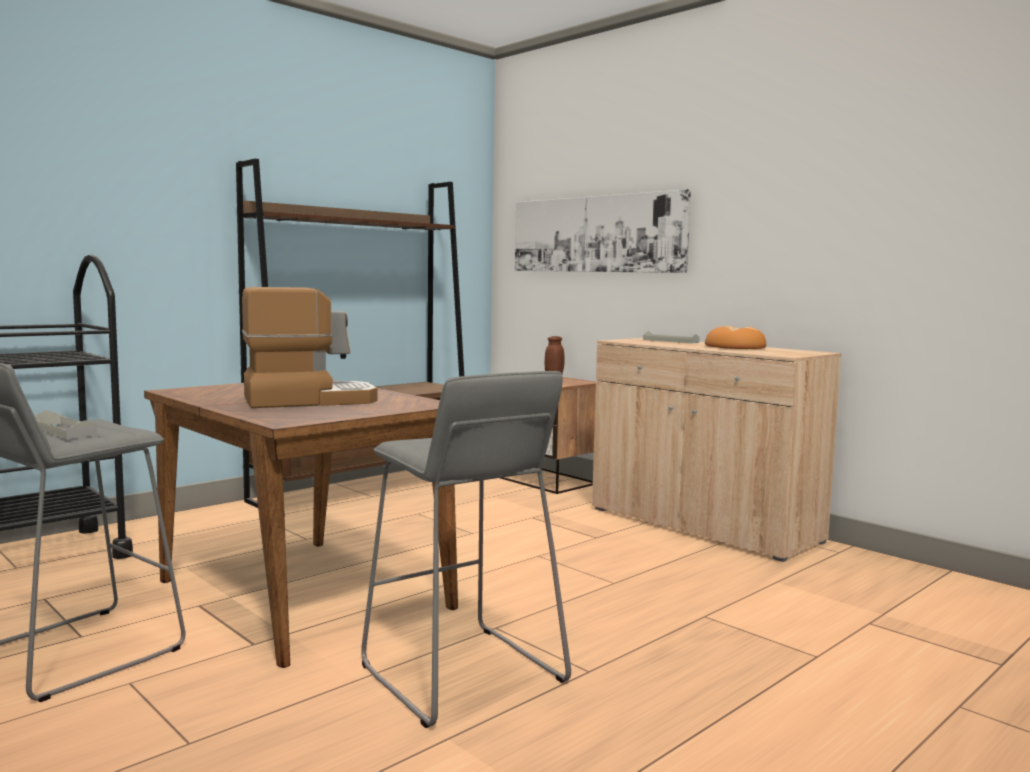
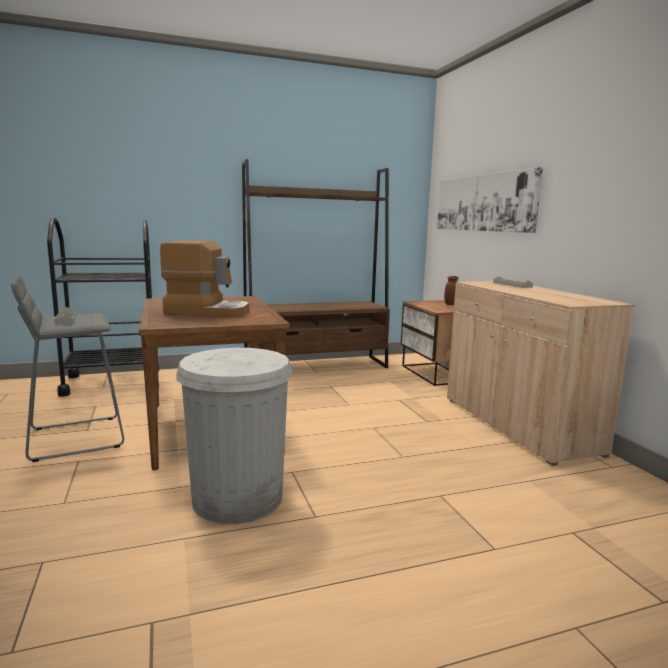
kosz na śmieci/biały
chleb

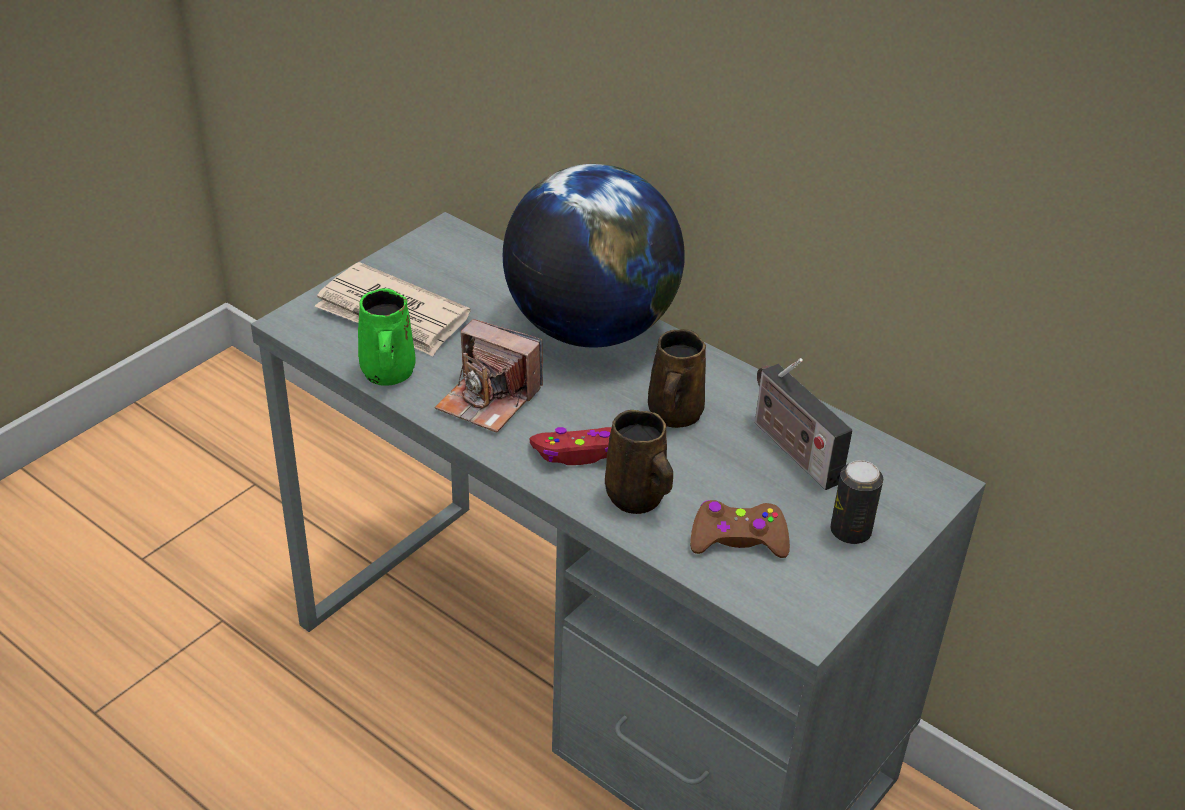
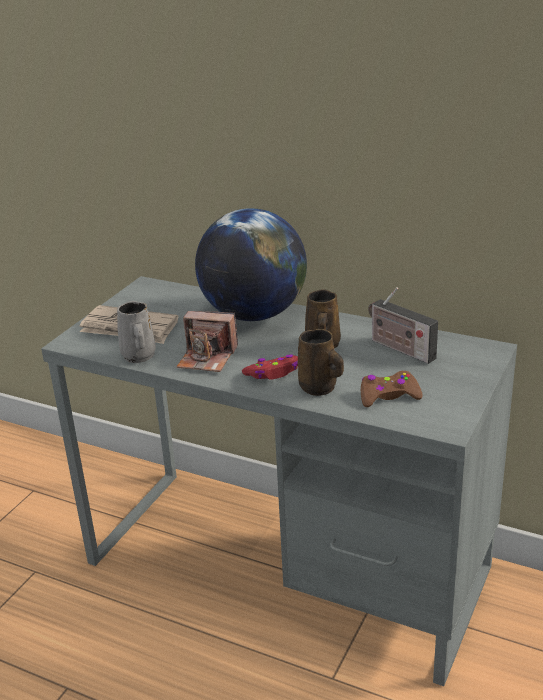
kubek/szary
puszka

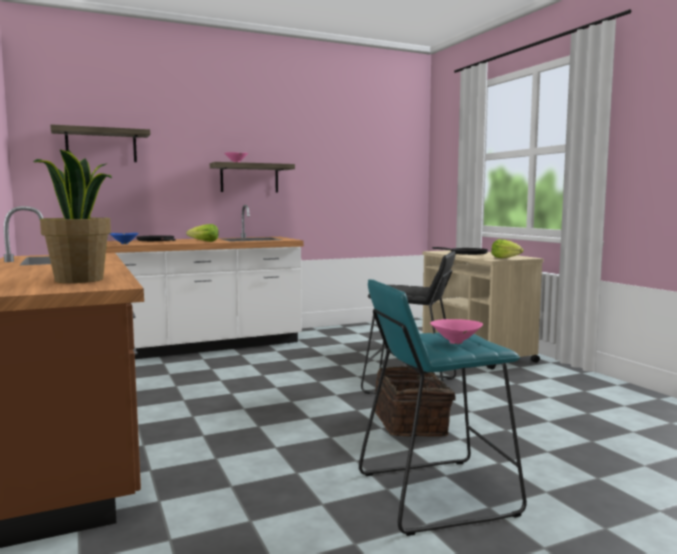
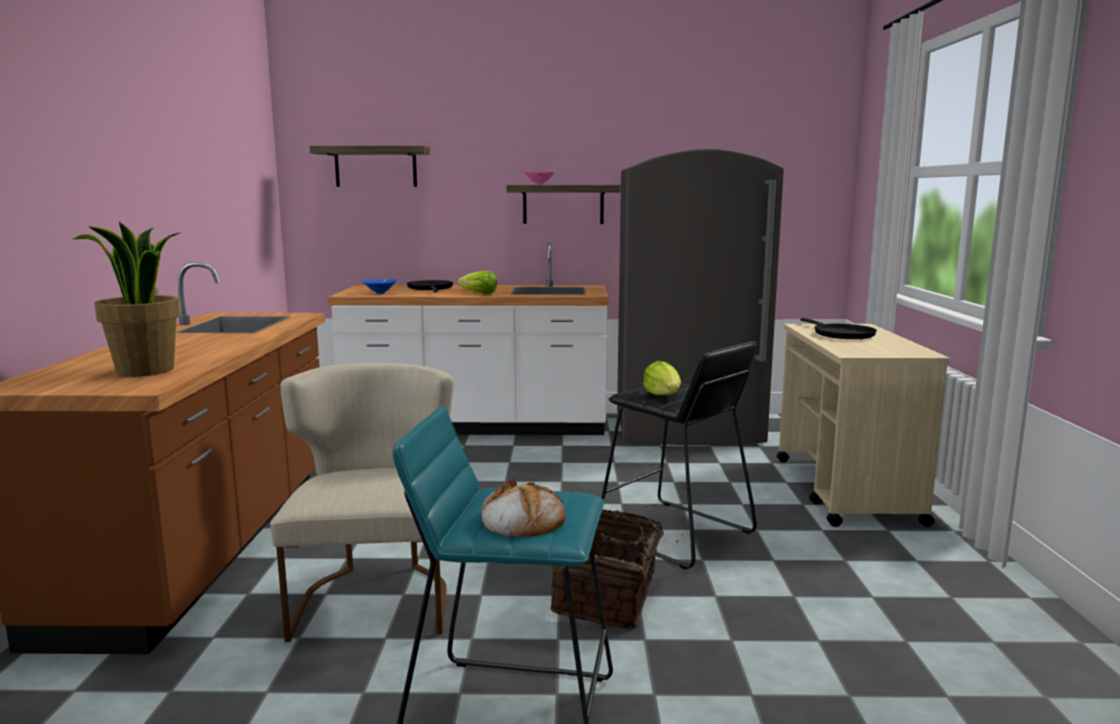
chleb
sałata (2nd from left)
krzesło/beżowy
lodówka/szary

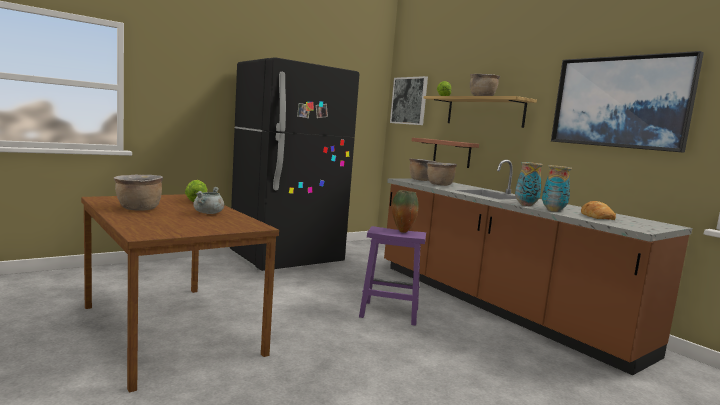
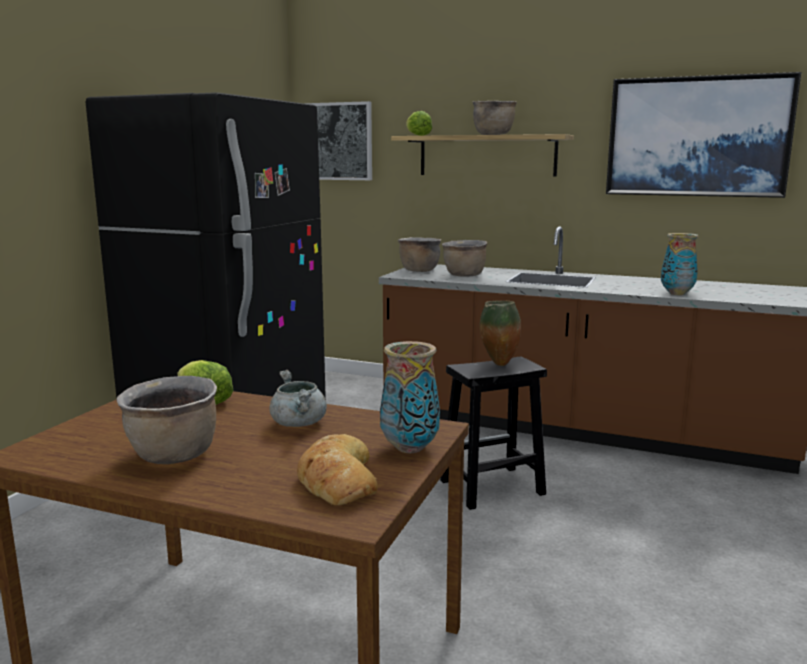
stołek/czarny
półka (1st from left in the first image)
wazon (1st from left)
chleb

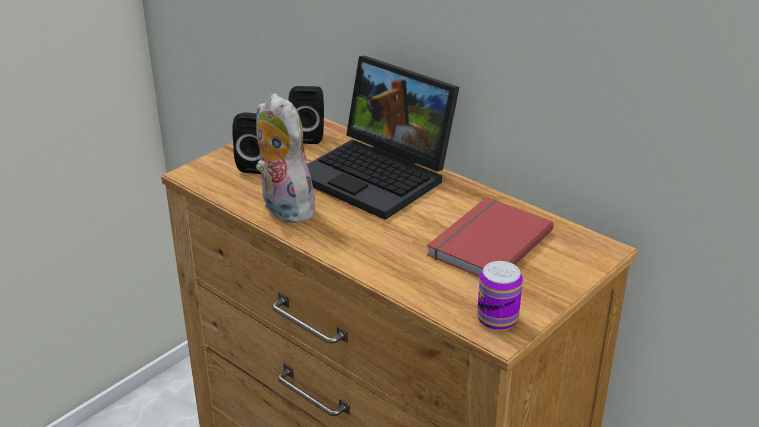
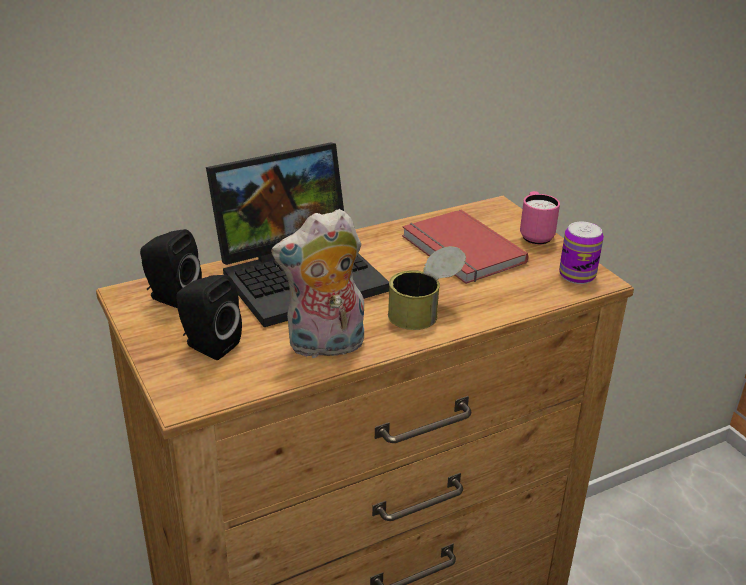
puszka (1st from left)
kubek/różowy

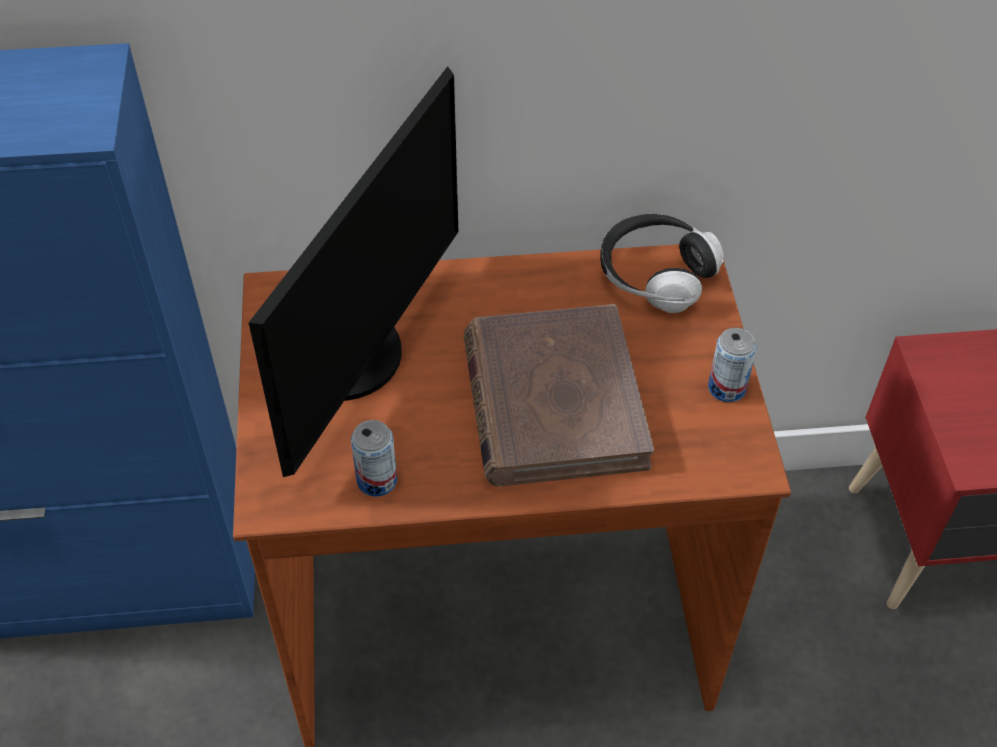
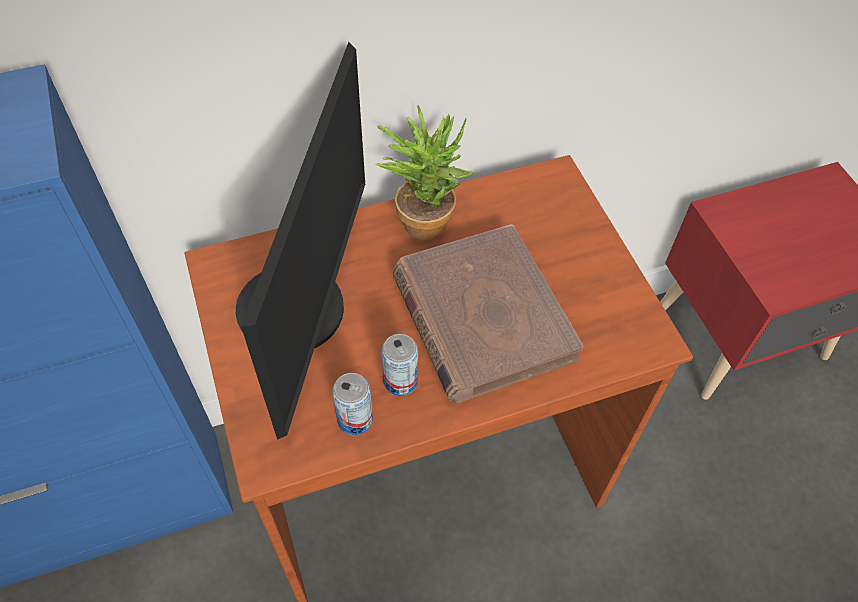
słuchawki
puszka (2nd from left)
roślina doniczkowa

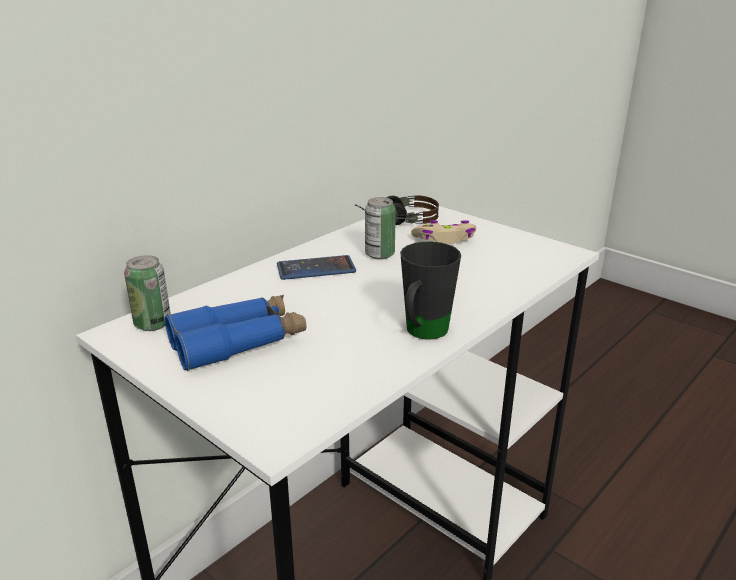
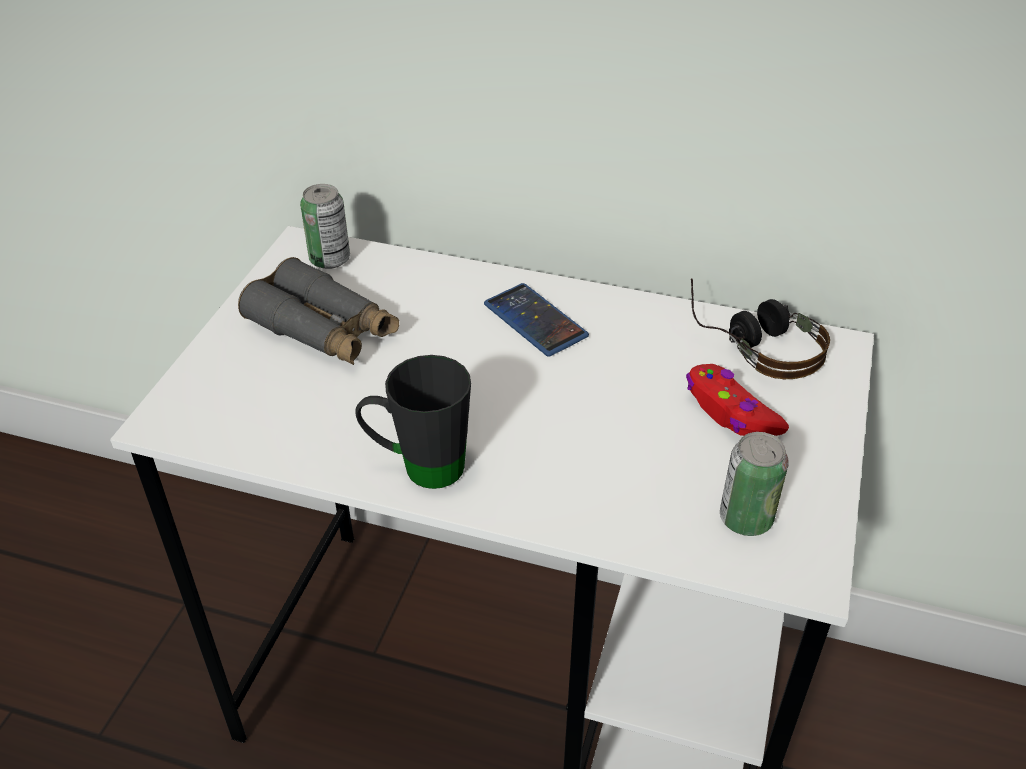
lornetka/szary
puszka (2nd from left)
pad do gier/czerwony

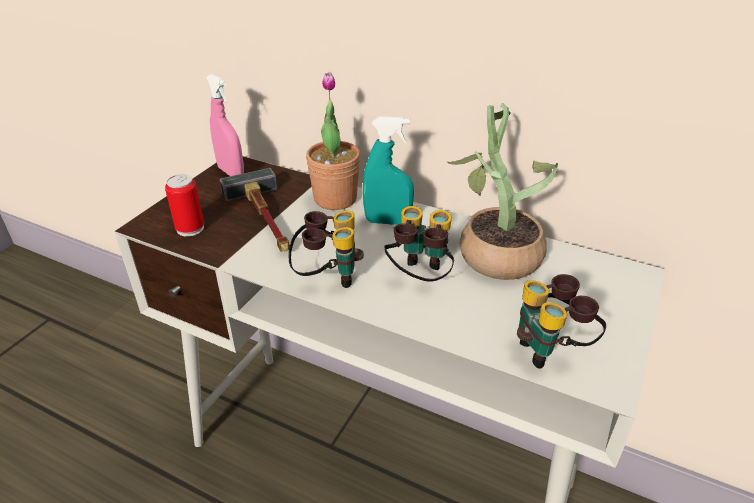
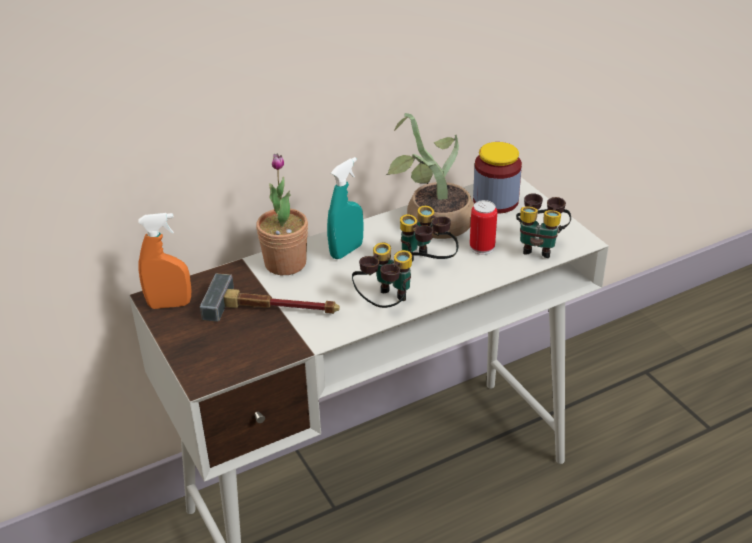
puszka
spryskiwacz/pomarańczowy
słoik

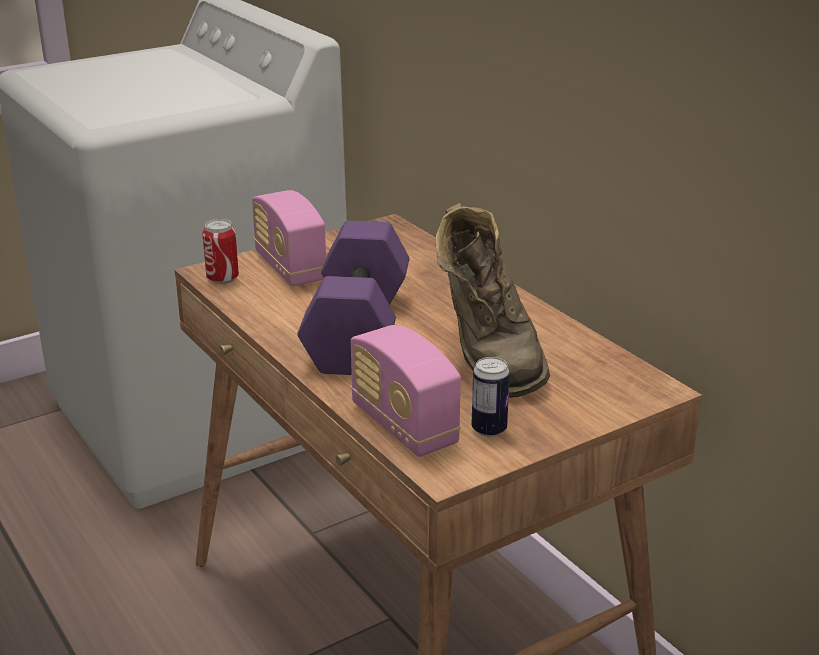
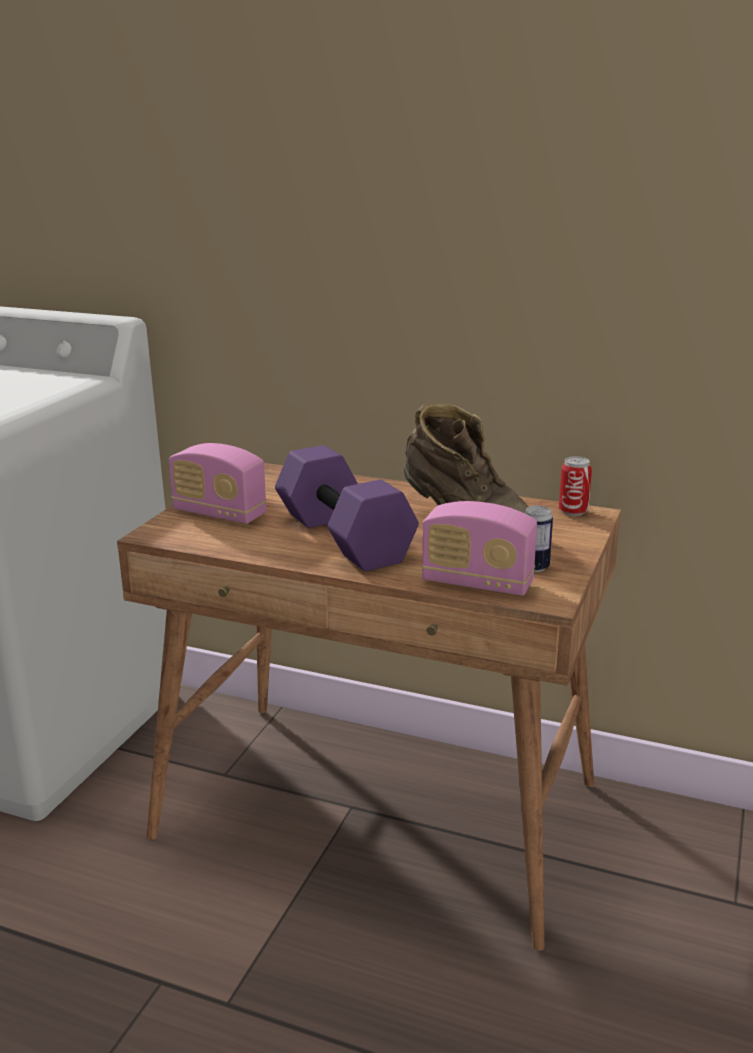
puszka (2nd from left)

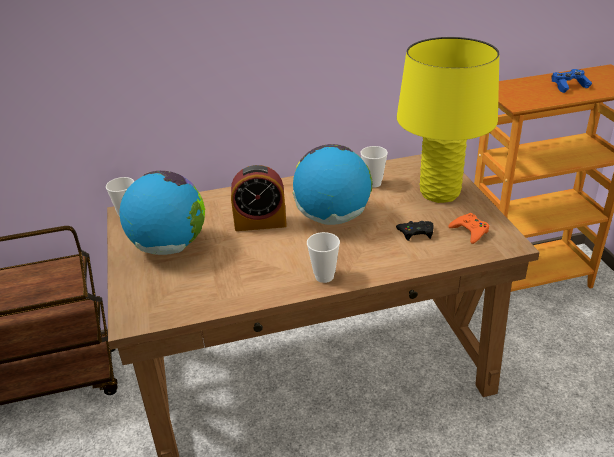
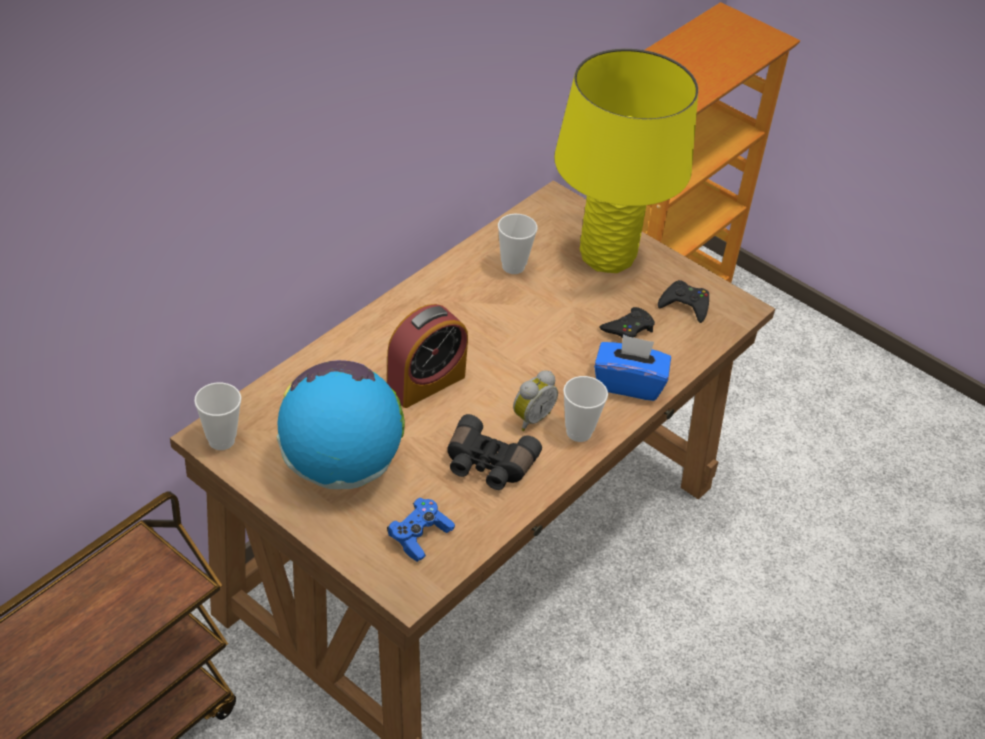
globus (2nd from left in the first image)
pad do gier/czarny (2nd from left)
pad do gier/niebieski
lornetka/czarny
budzik (2nd from left)
pudełko chusteczek/niebieski

